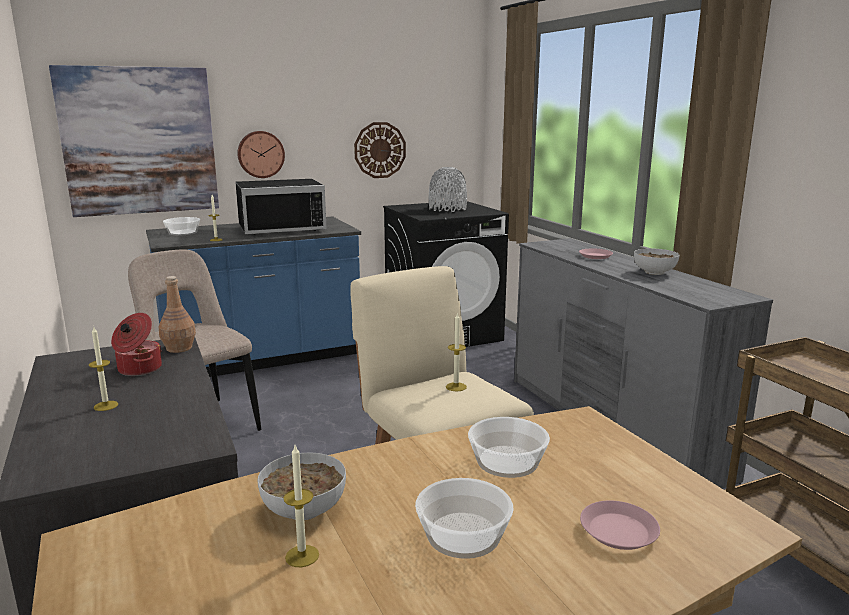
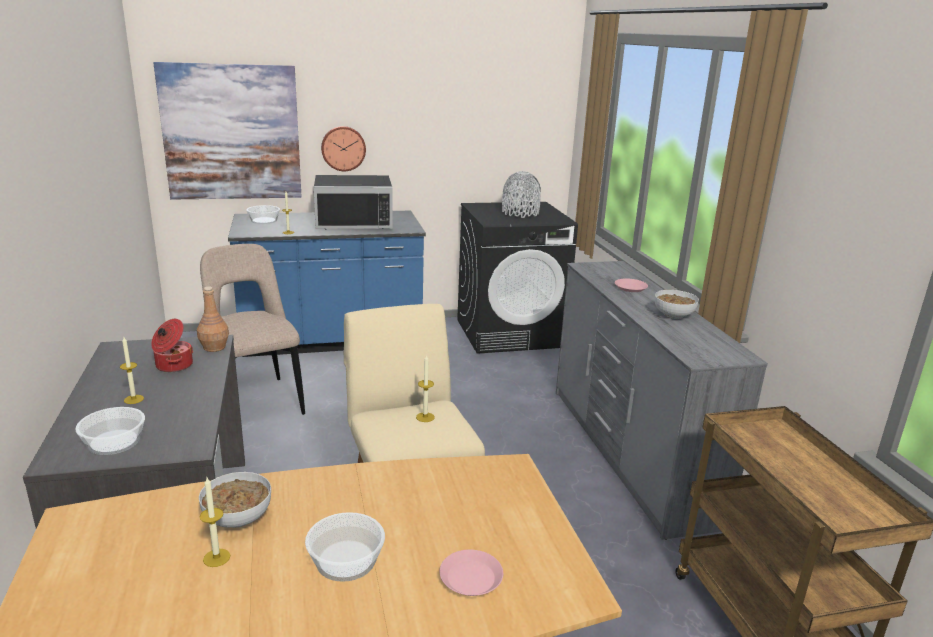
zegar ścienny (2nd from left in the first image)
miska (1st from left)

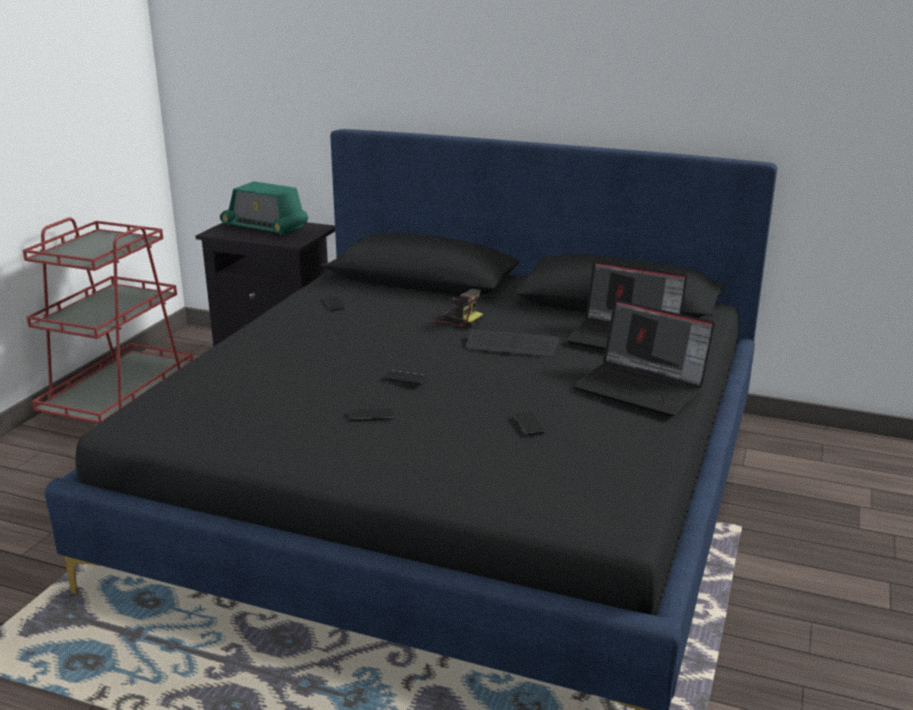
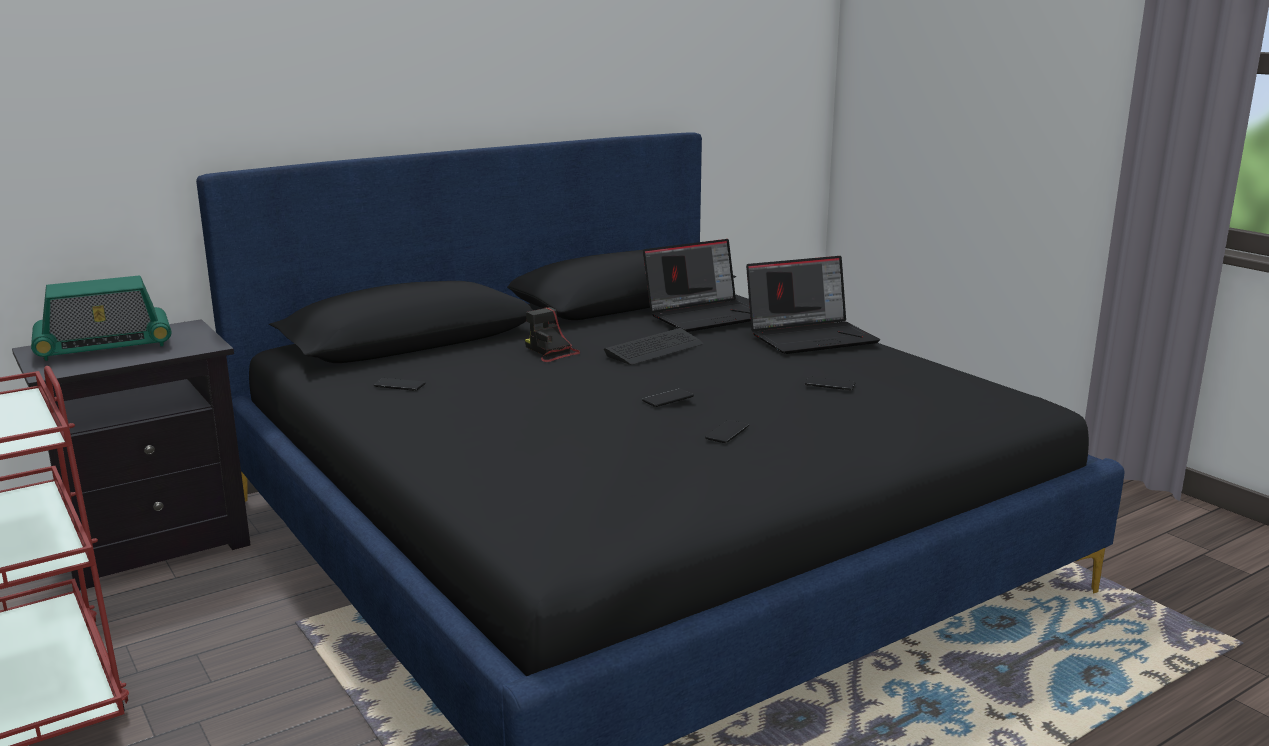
aparat fotograficzny

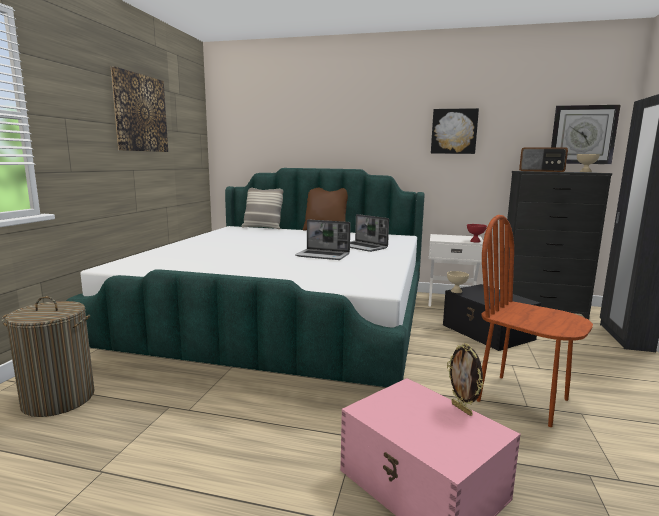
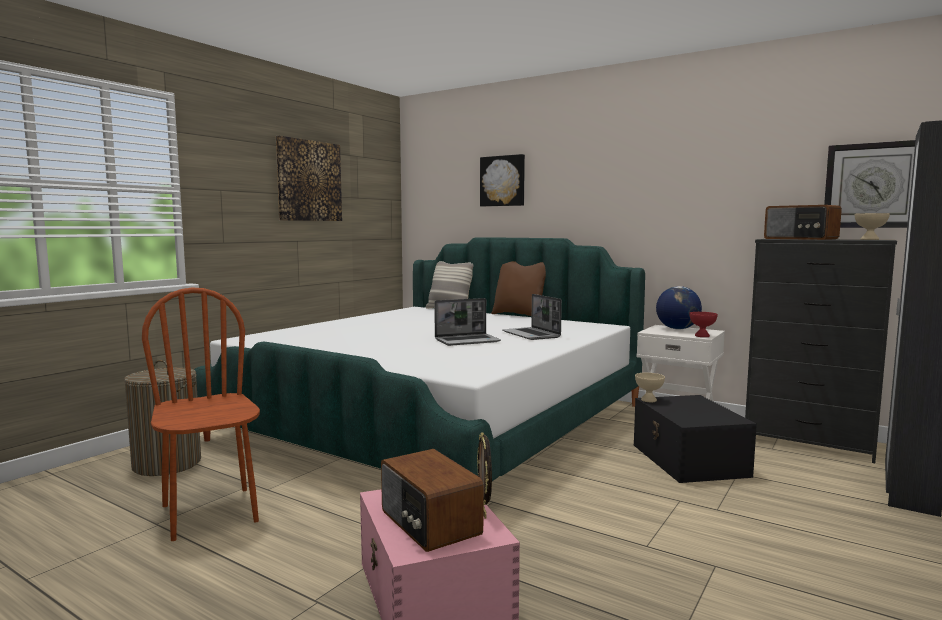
laptop (1st from left)
obraz (2nd from left)
krzesło/brązowy
radio (1st from left)
globus

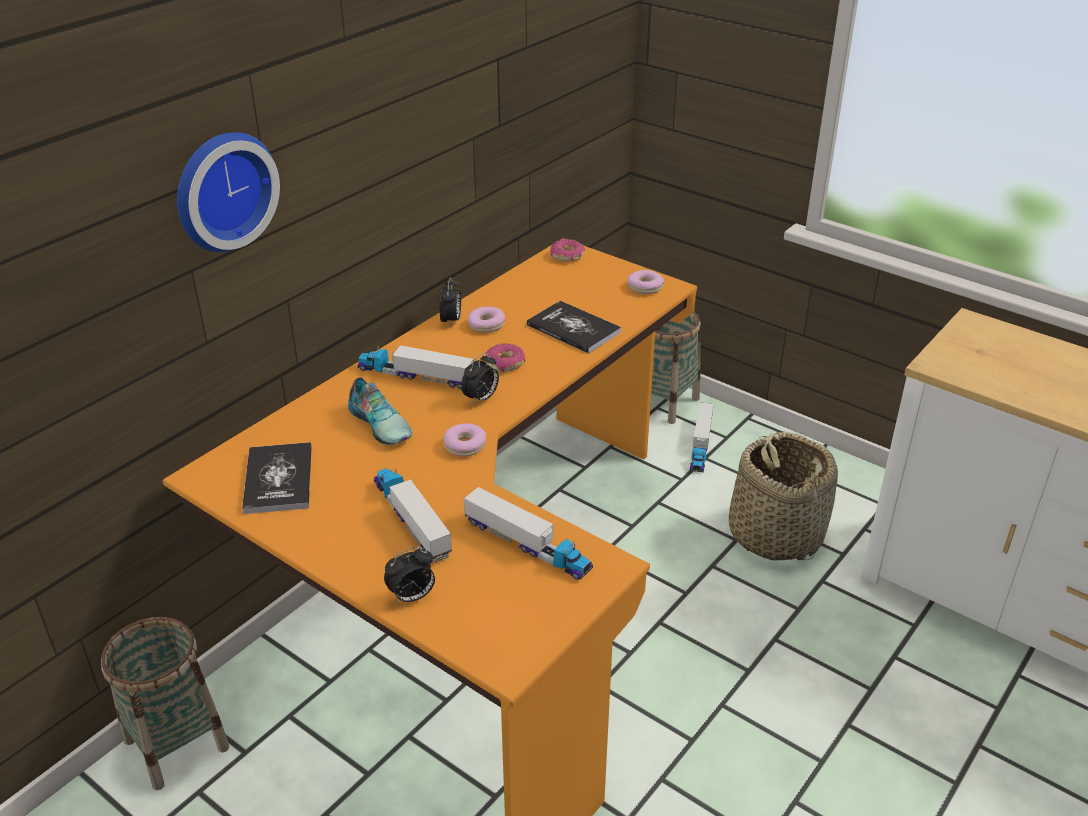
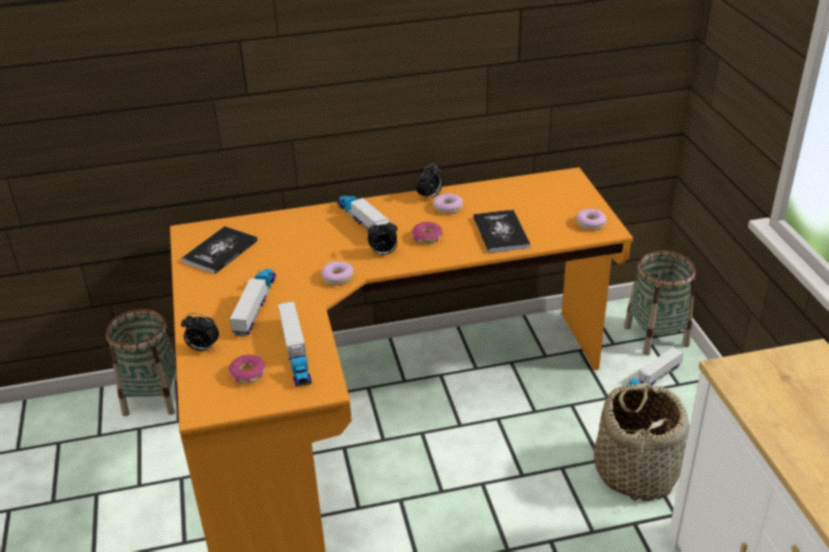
zegar ścienny
but
donut (1st from left)

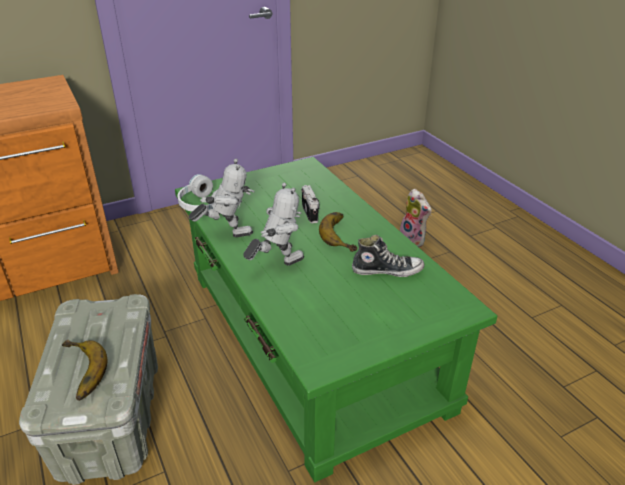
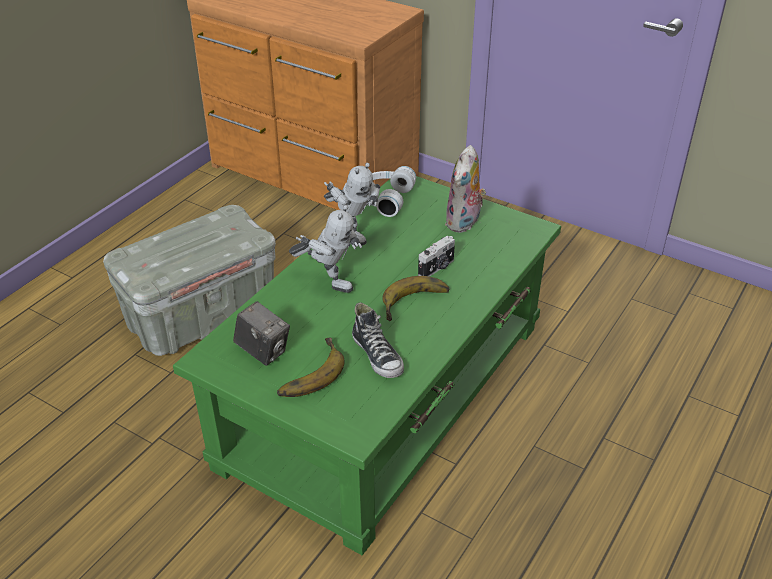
banan (1st from left)
pluszak
aparat fotograficzny (1st from left)

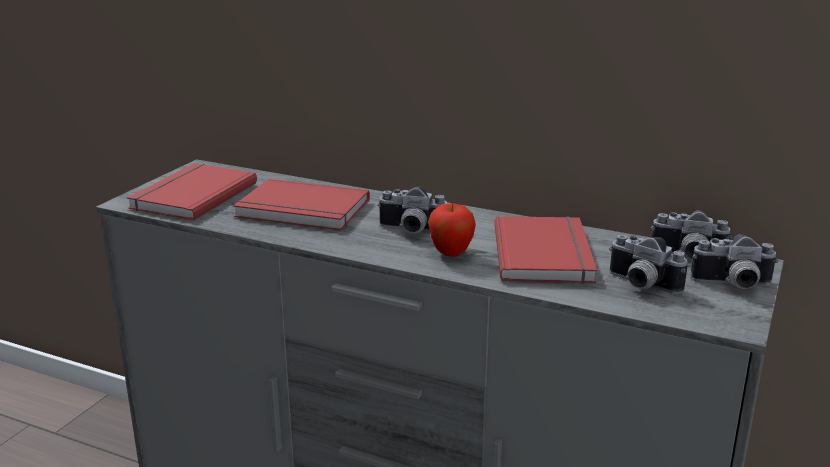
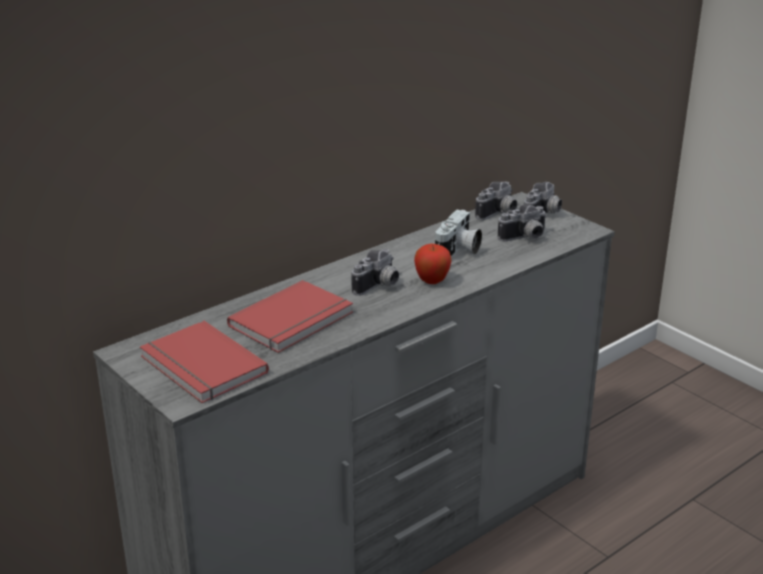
aparat fotograficzny (2nd from left)

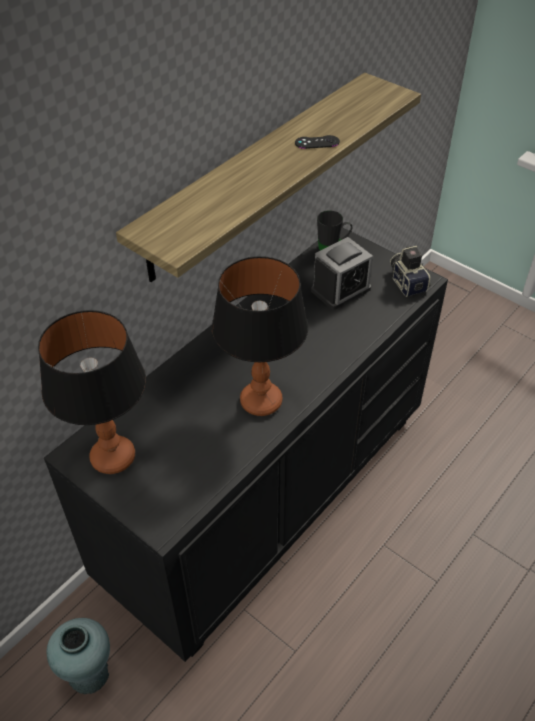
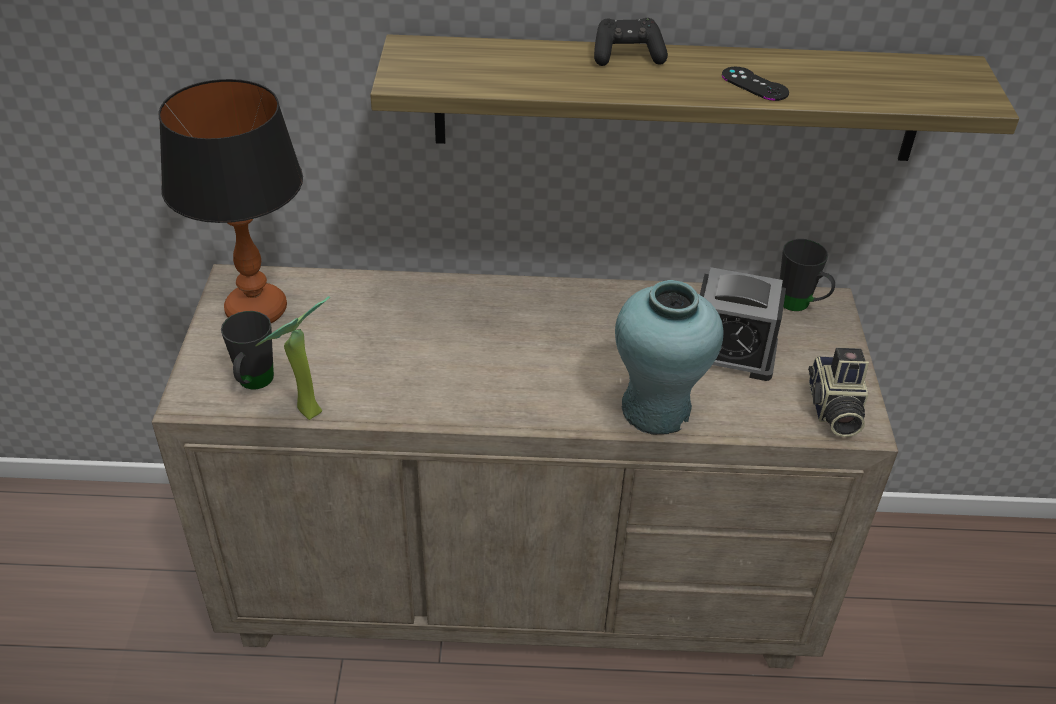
komoda/beżowy
wazon/turkusowy
lampa stołowa (2nd from left in the first image)
aparat fotograficzny
kubek/czarny (1st from left)
roślina doniczkowa
pad do gier/czarny (1st from left)

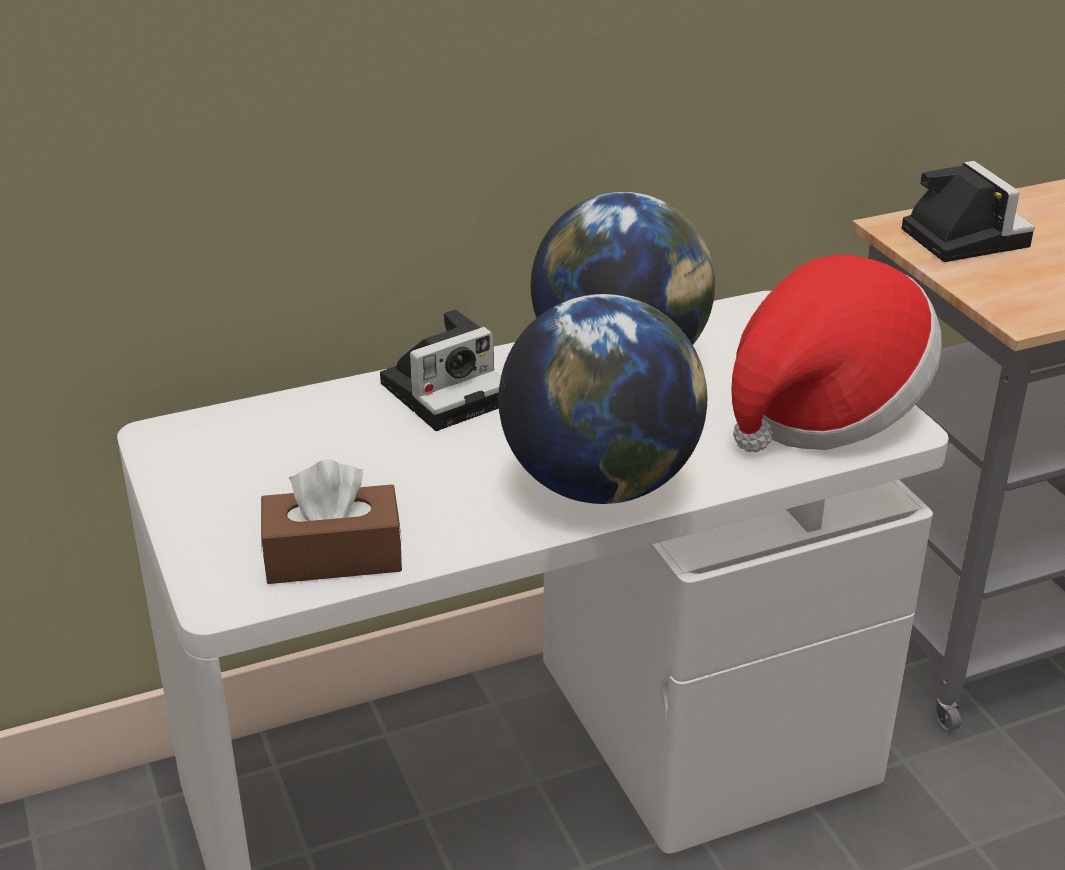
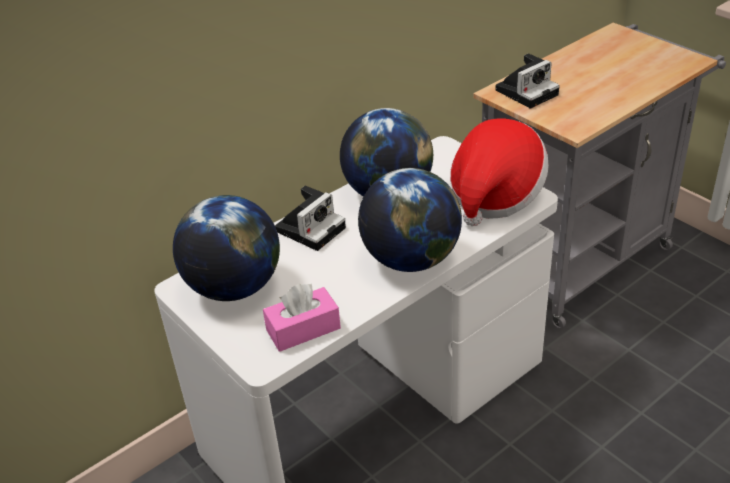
pudełko chusteczek/różowy
aparat fotograficzny (2nd from left)
globus (1st from left)

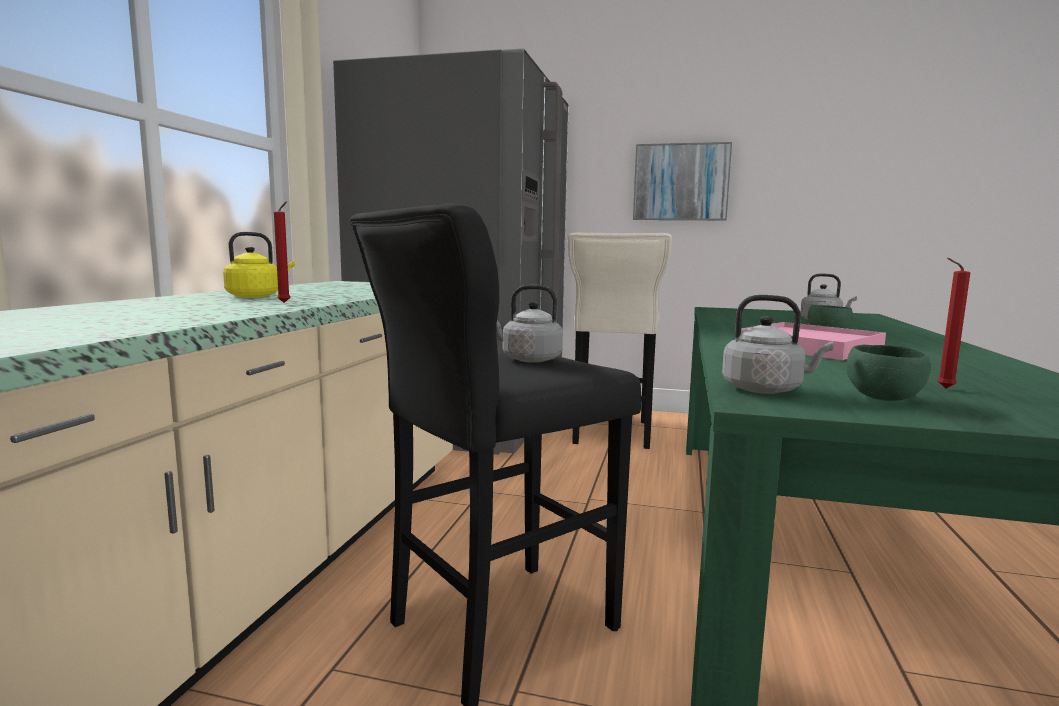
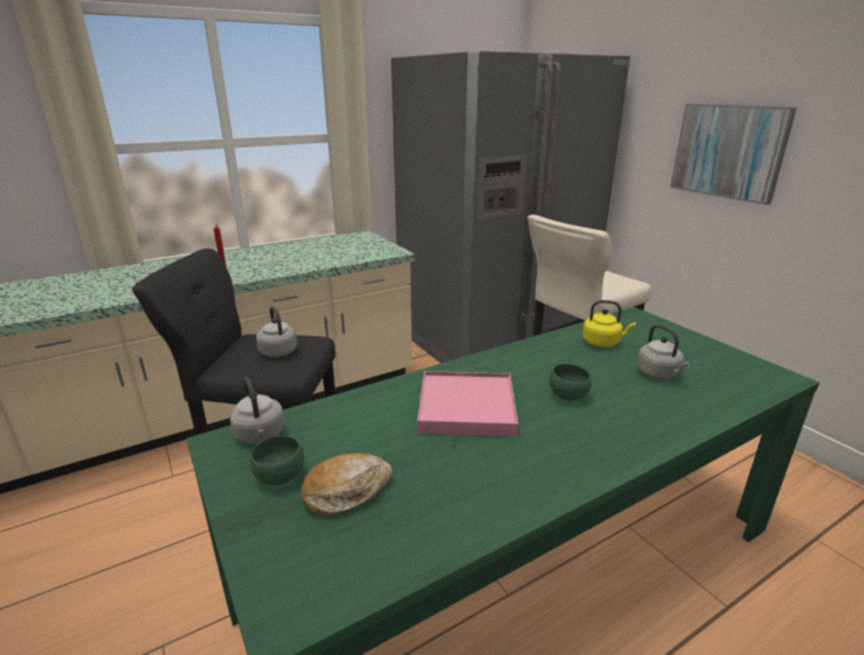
czajnik/żółty
chleb

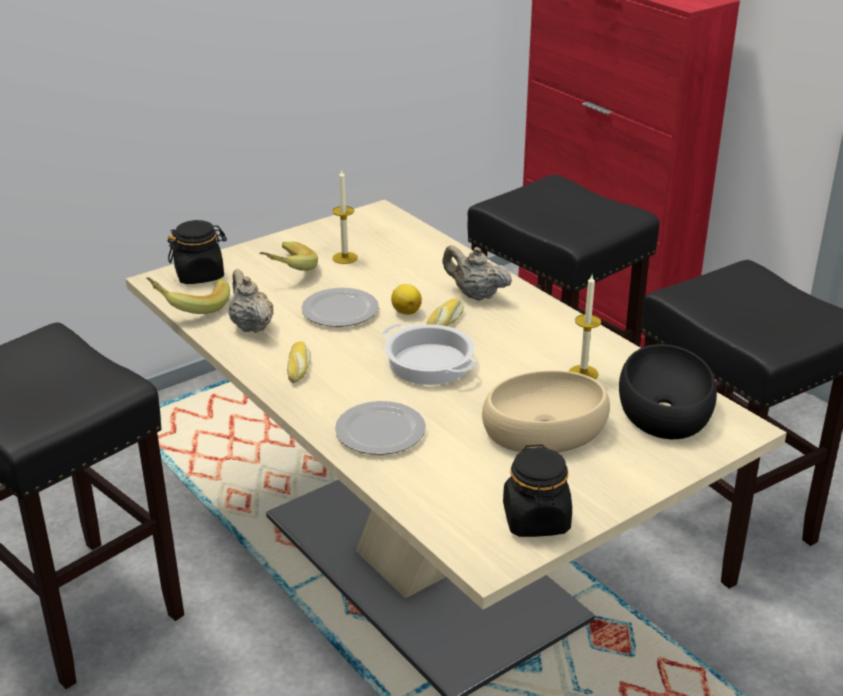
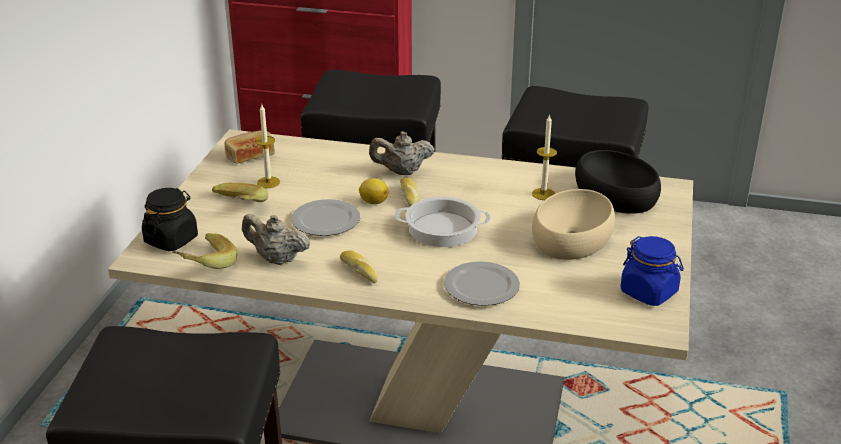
słoik/niebieski
chleb (1st from left)

